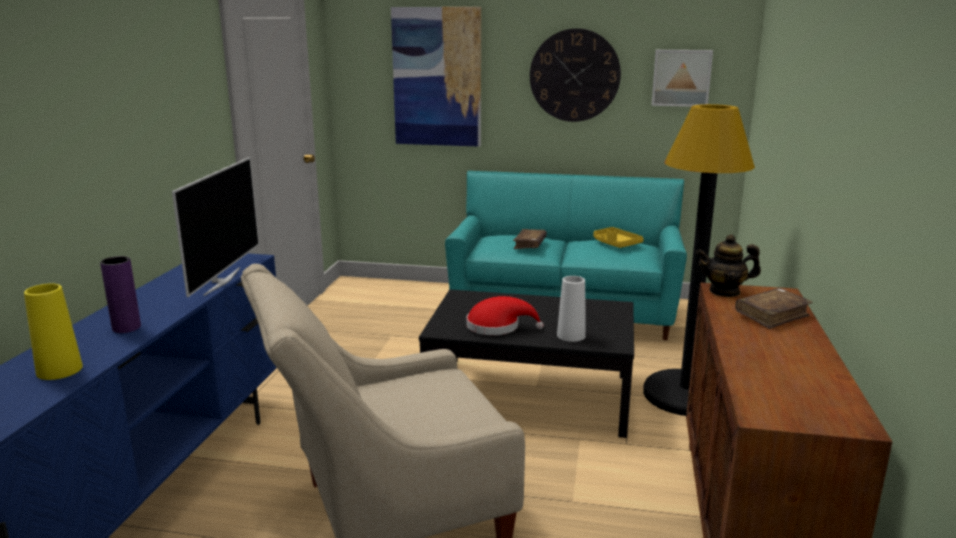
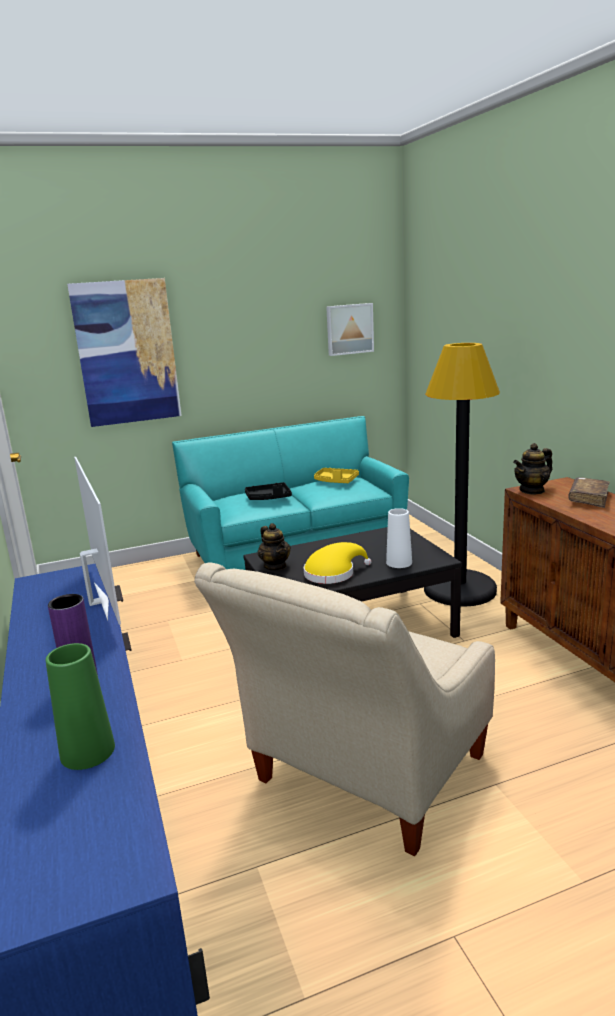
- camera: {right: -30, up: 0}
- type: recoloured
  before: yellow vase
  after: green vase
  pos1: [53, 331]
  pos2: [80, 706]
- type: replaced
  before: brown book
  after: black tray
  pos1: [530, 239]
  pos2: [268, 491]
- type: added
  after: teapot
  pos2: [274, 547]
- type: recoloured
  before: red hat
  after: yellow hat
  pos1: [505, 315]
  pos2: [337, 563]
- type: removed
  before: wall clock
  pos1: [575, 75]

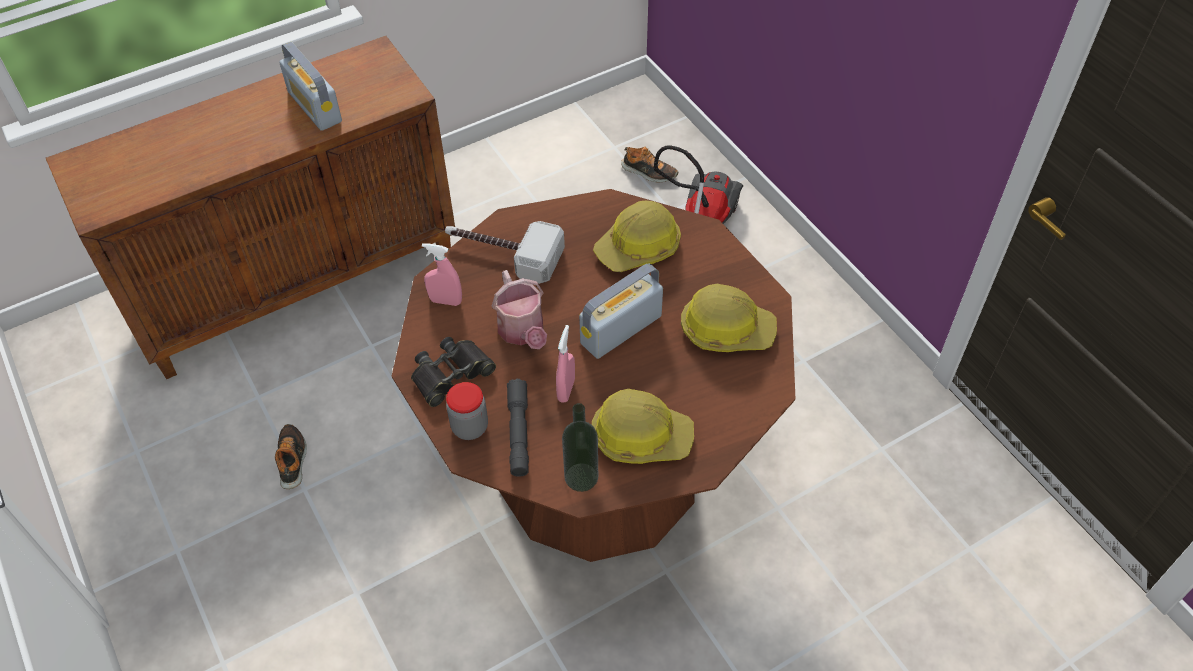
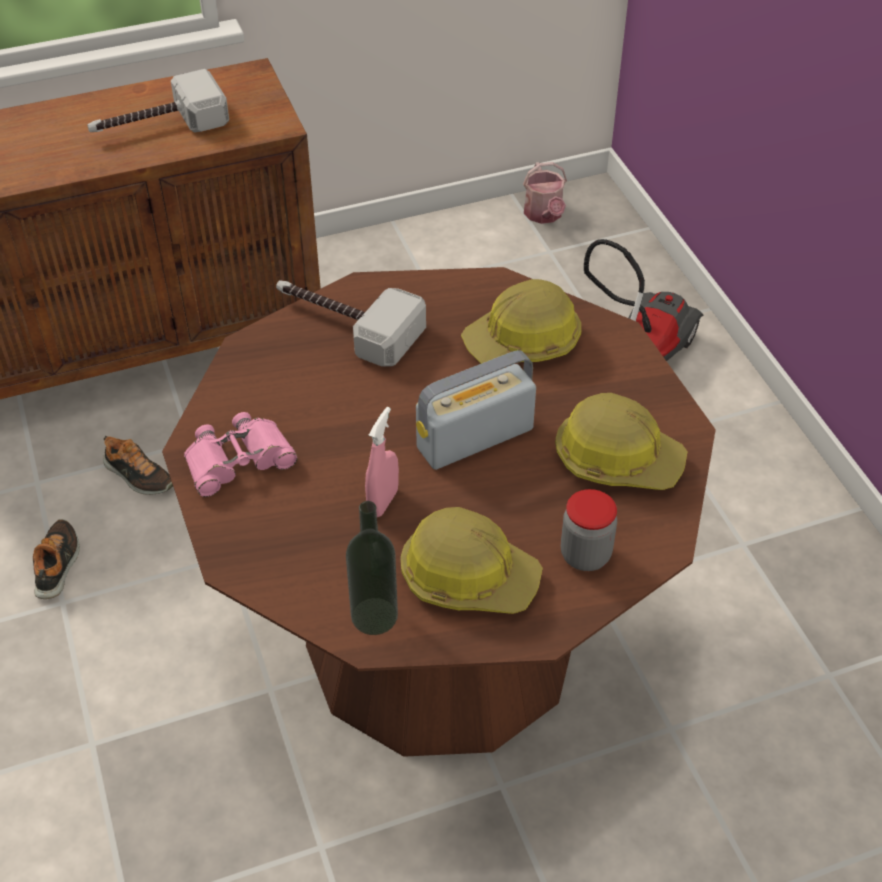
- camera: {right: 10, up: -5}
- type: replaced
  before: radio
  after: hammer
  pos1: [310, 86]
  pos2: [158, 101]
- type: moved
  before: shoe
  pos1: [649, 164]
  pos2: [138, 465]
- type: recoloured
  before: black binoculars
  after: pink binoculars
  pos1: [453, 372]
  pos2: [241, 454]
- type: moved
  before: watering can
  pos1: [519, 309]
  pos2: [545, 193]
- type: moved
  before: jar
  pos1: [467, 411]
  pos2: [589, 530]
- type: removed
  before: pink spray bottle
  pos1: [442, 274]
- type: removed
  before: grey flashlight
  pos1: [518, 428]

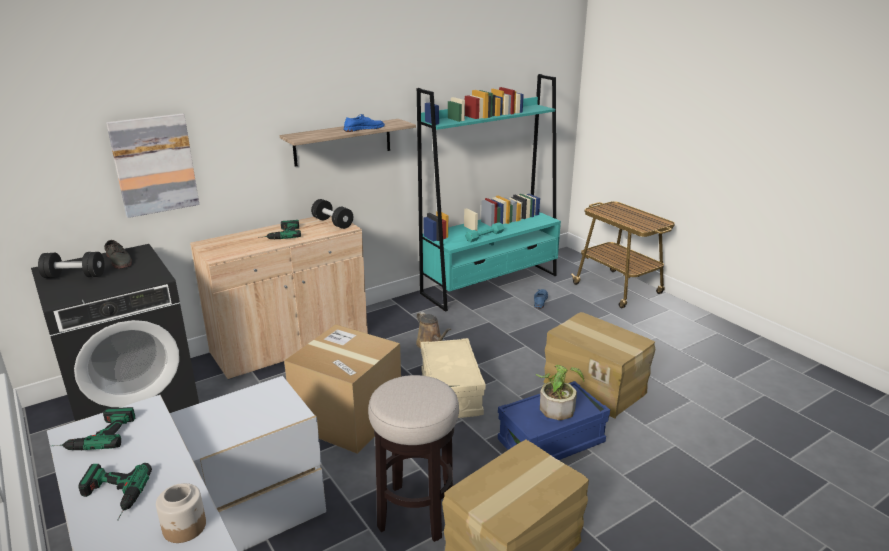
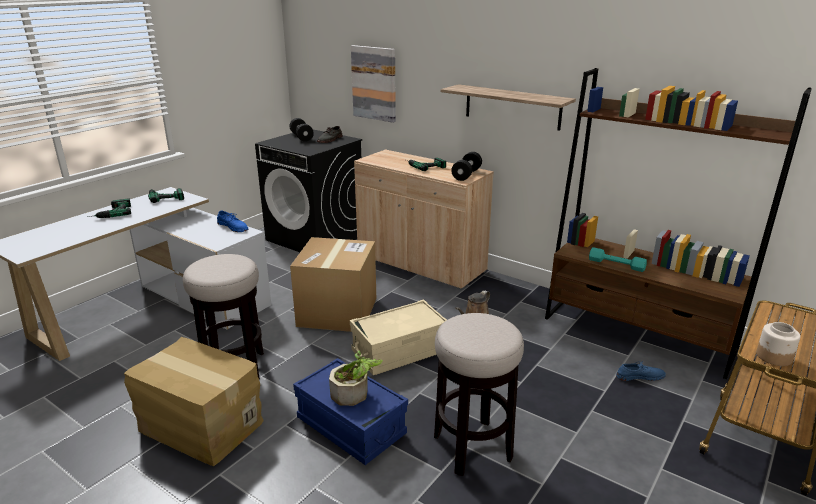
- camera: {right: 70, up: 0}
- type: moved
  before: blue shoe
  pos1: [364, 123]
  pos2: [232, 221]
- type: replaced
  before: cardboard box
  after: stool
  pos1: [599, 365]
  pos2: [479, 394]
- type: recoloured
  before: turquoise bookcase
  after: brown bookcase
  pos1: [489, 193]
  pos2: [678, 223]
- type: moved
  before: jar
  pos1: [181, 513]
  pos2: [778, 344]

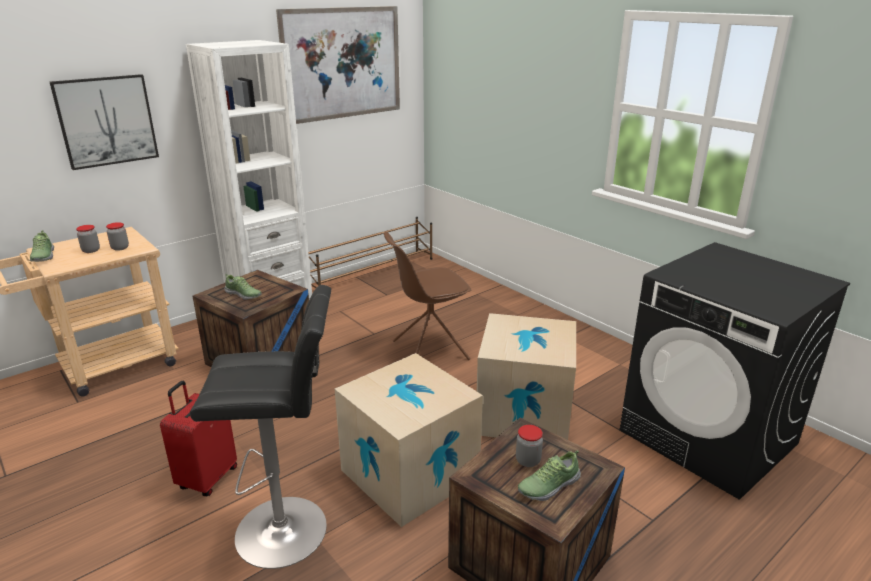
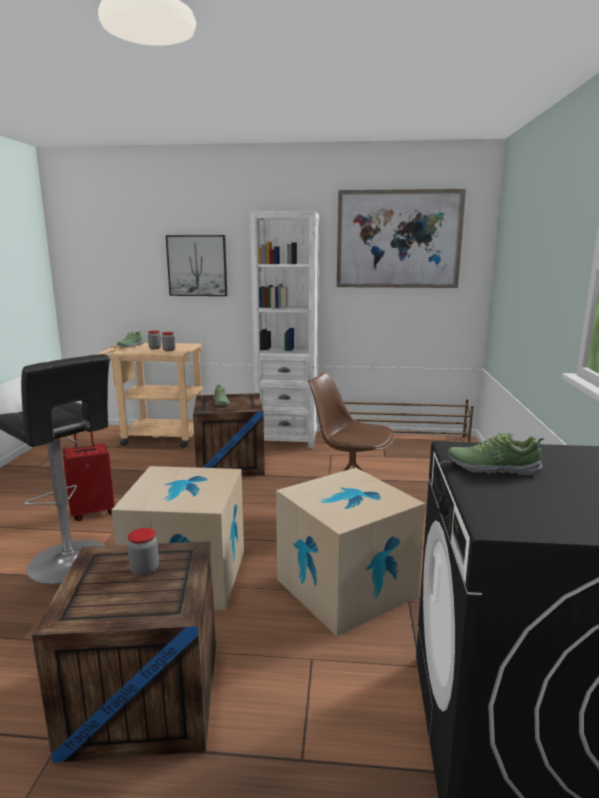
- camera: {right: 45, up: -10}
- type: moved
  before: shoe
  pos1: [549, 475]
  pos2: [496, 454]

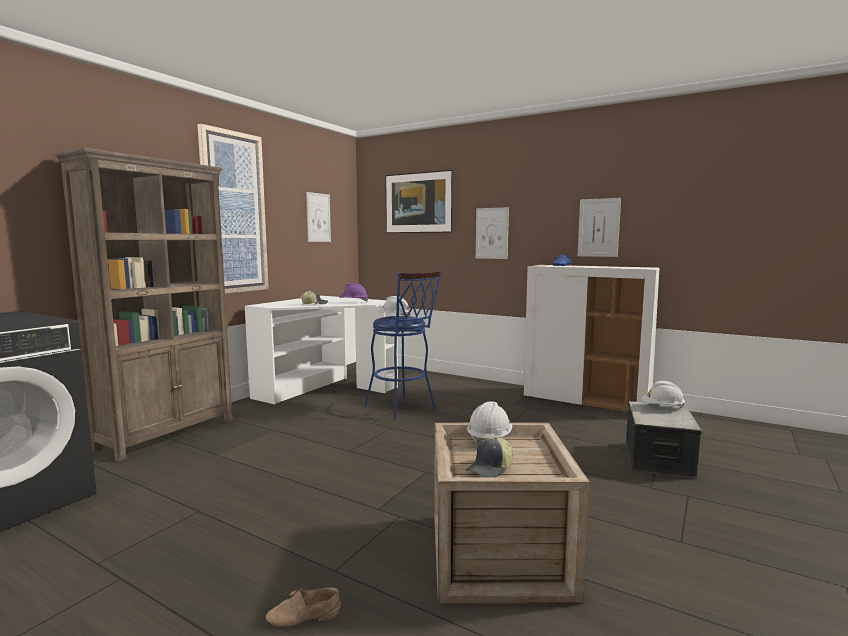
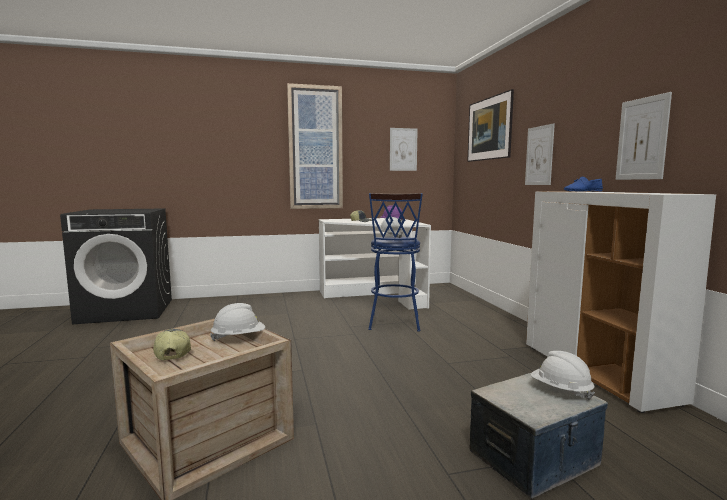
- camera: {right: 45, up: 0}
- type: turned
  before: cap
  pos1: [489, 457]
  pos2: [172, 344]
  turn: 75
- type: removed
  before: brown bookcase
  pos1: [144, 305]
- type: removed
  before: beige shoe
  pos1: [303, 607]

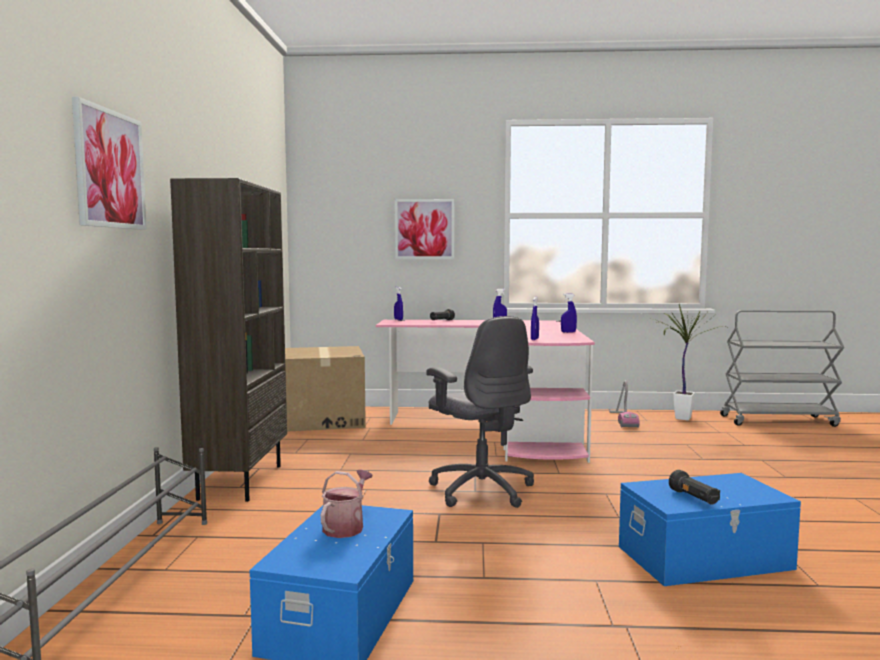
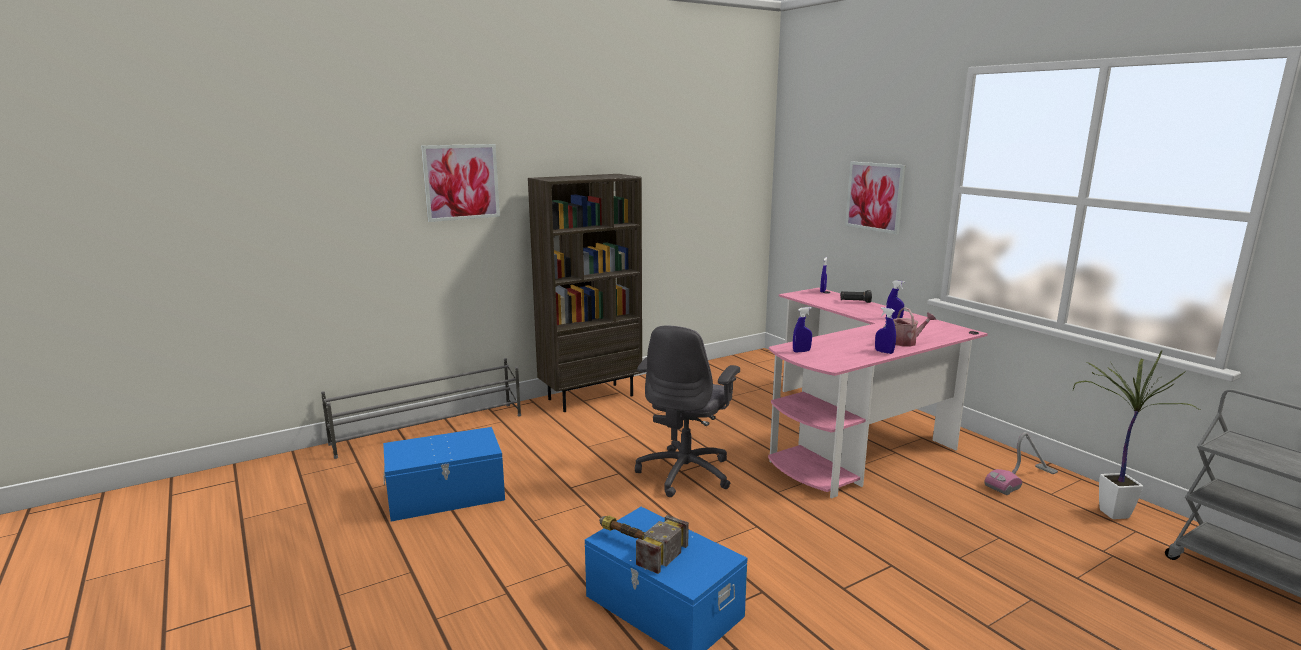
- camera: {right: 55, up: 10}
- type: replaced
  before: black flashlight
  after: hammer
  pos1: [694, 487]
  pos2: [644, 544]
- type: moved
  before: watering can
  pos1: [347, 504]
  pos2: [909, 327]
- type: removed
  before: cardboard box
  pos1: [325, 389]

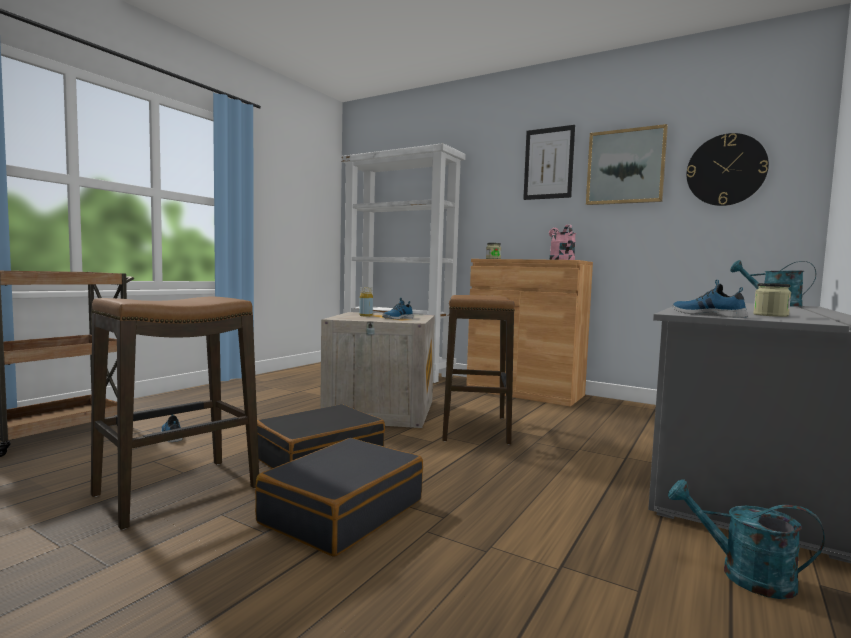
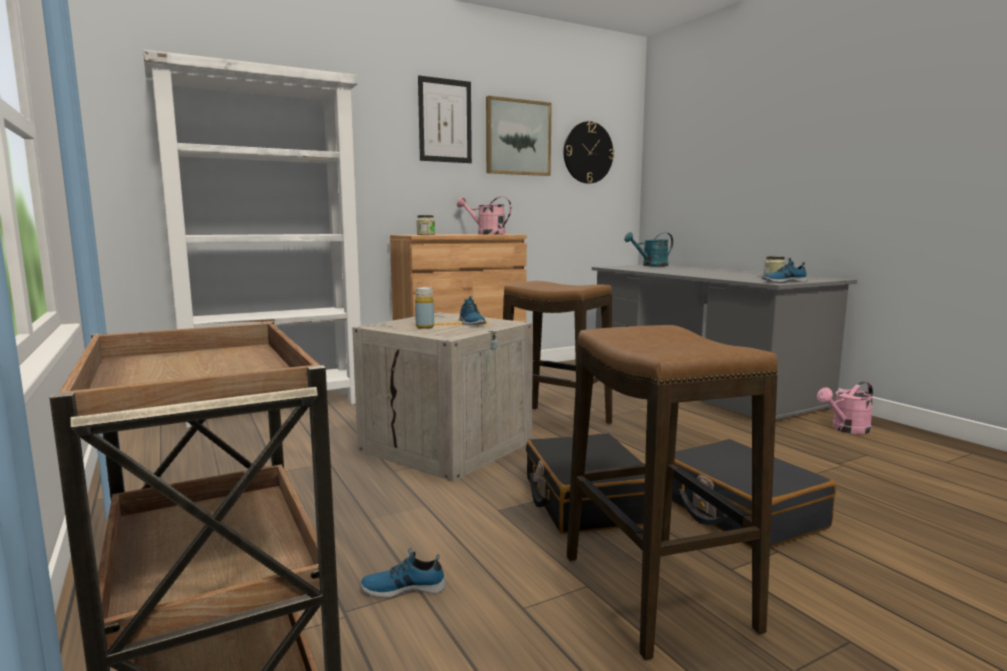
- camera: {right: -60, up: 5}
- type: recoloured
  before: turquoise watering can
  after: pink watering can
  pos1: [746, 539]
  pos2: [845, 408]

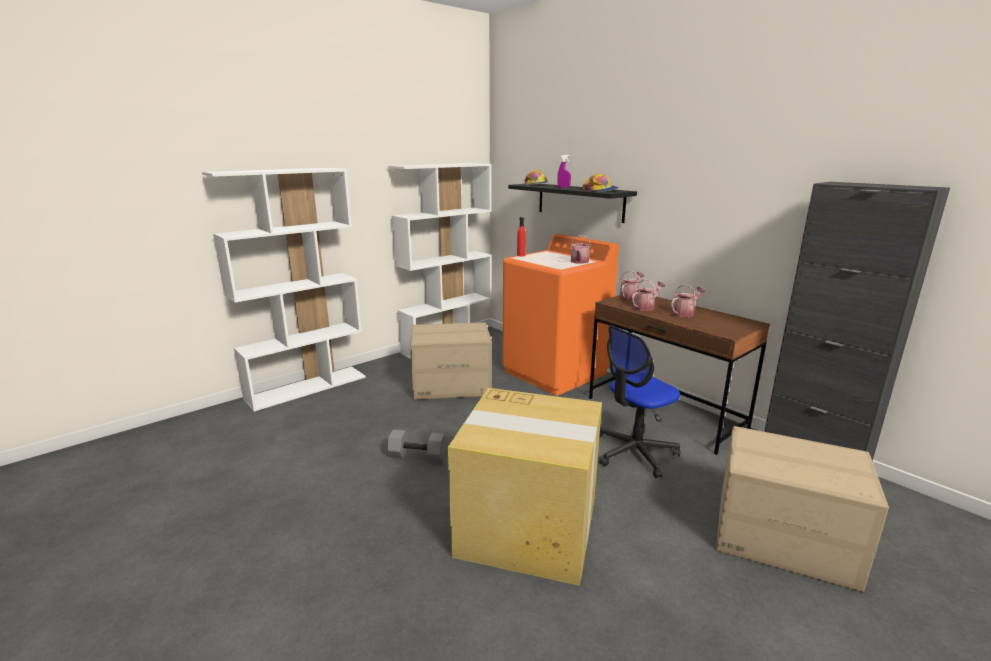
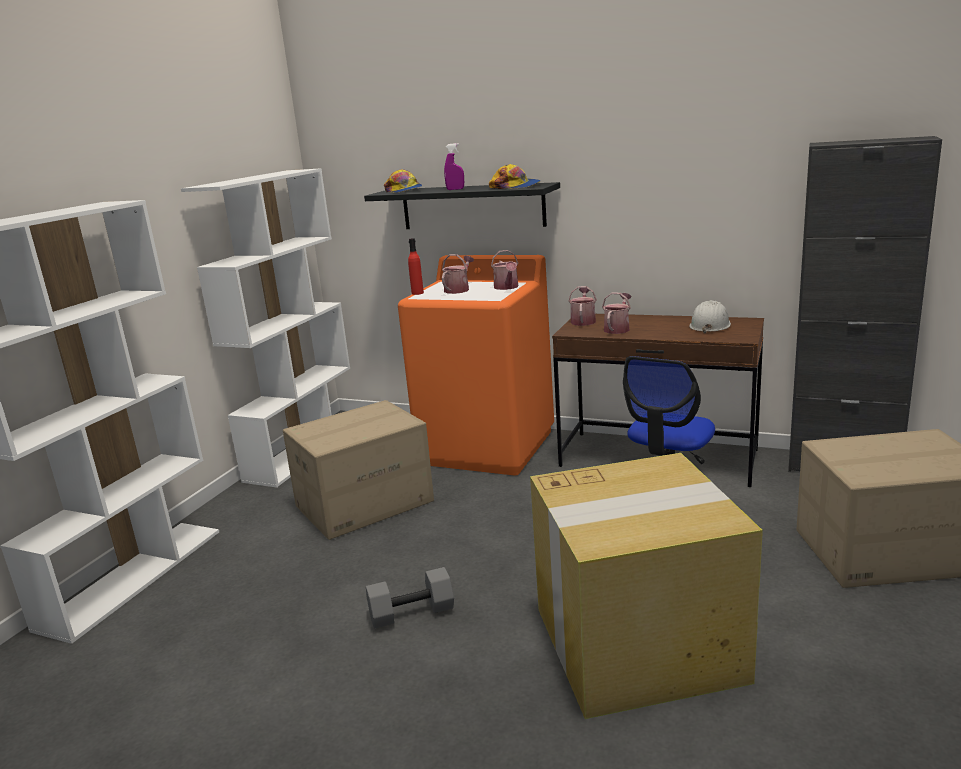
- camera: {right: -25, up: 0}
- type: moved
  before: watering can
  pos1: [688, 300]
  pos2: [458, 274]
- type: added
  after: white hard hat
  pos2: [710, 317]

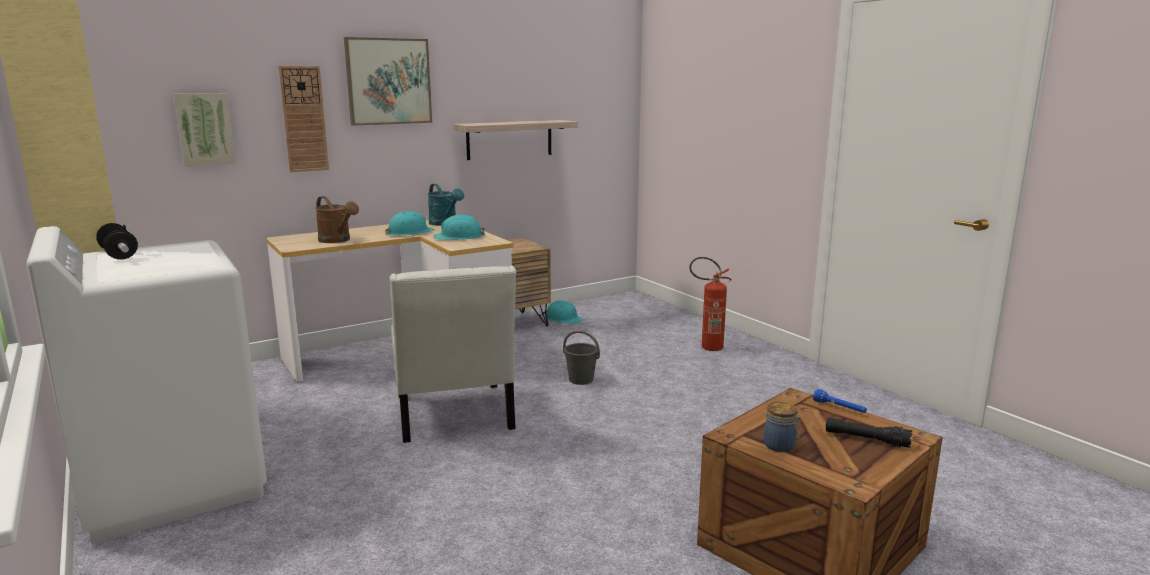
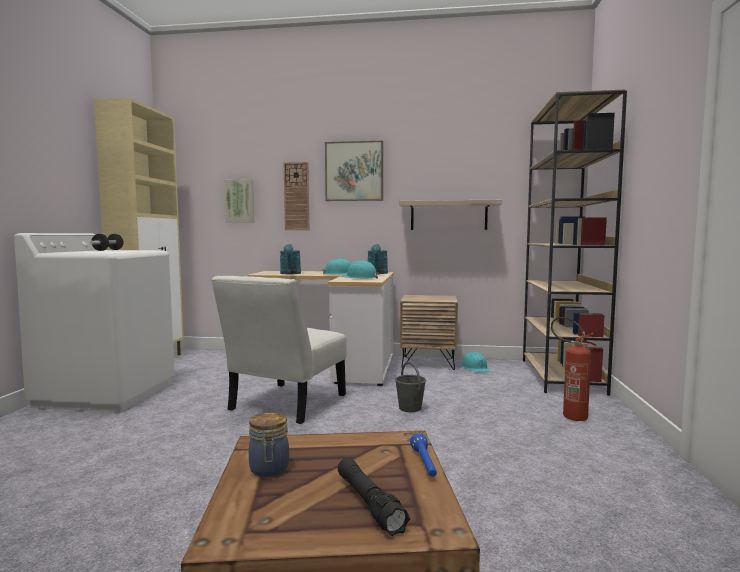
- camera: {right: 40, up: -10}
- type: recoloured
  before: brown watering can
  after: turquoise watering can
  pos1: [337, 219]
  pos2: [290, 259]
- type: added
  after: brown bookcase
  pos2: [575, 242]

